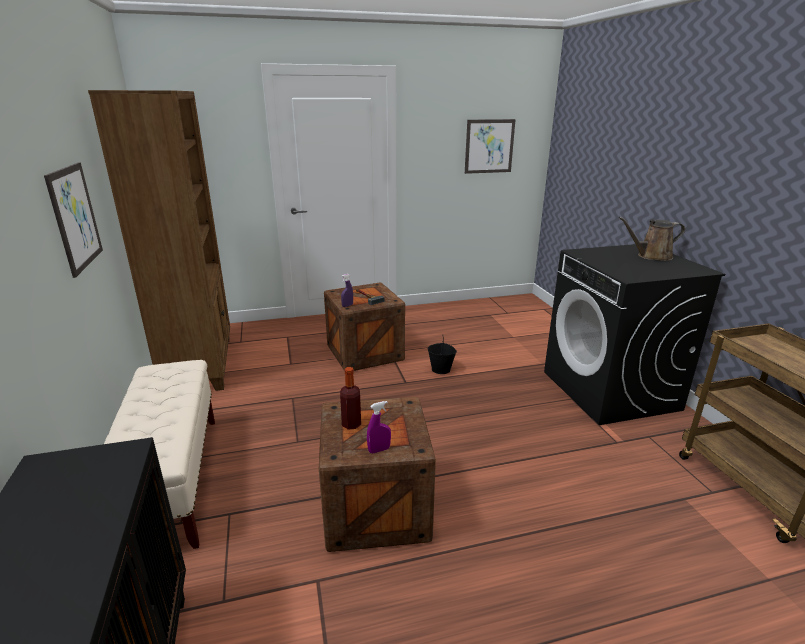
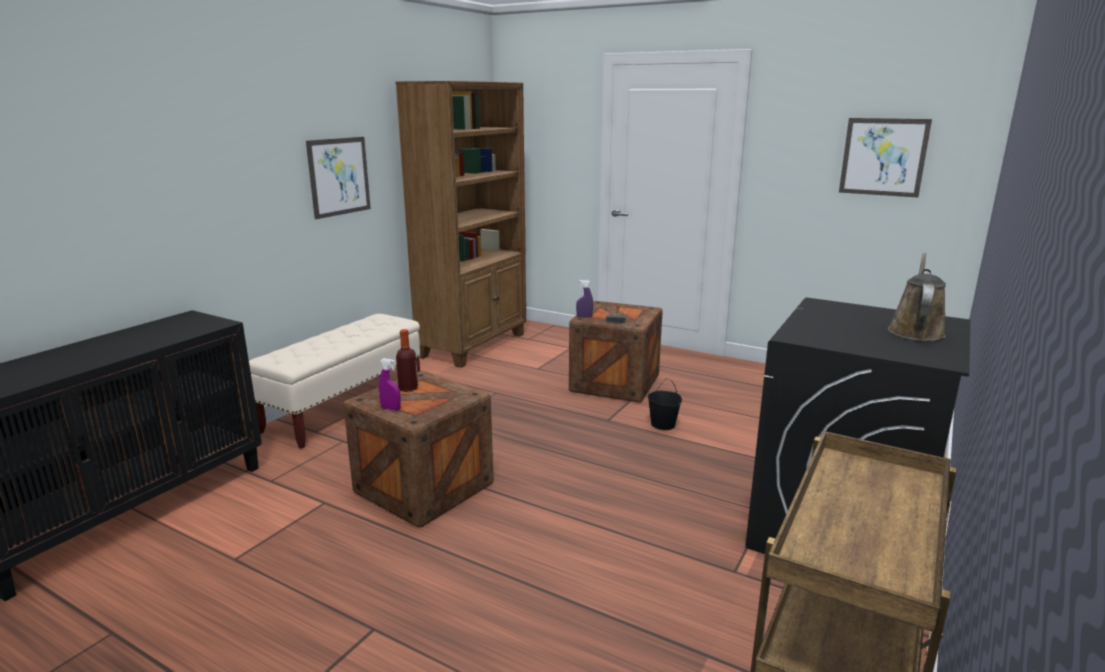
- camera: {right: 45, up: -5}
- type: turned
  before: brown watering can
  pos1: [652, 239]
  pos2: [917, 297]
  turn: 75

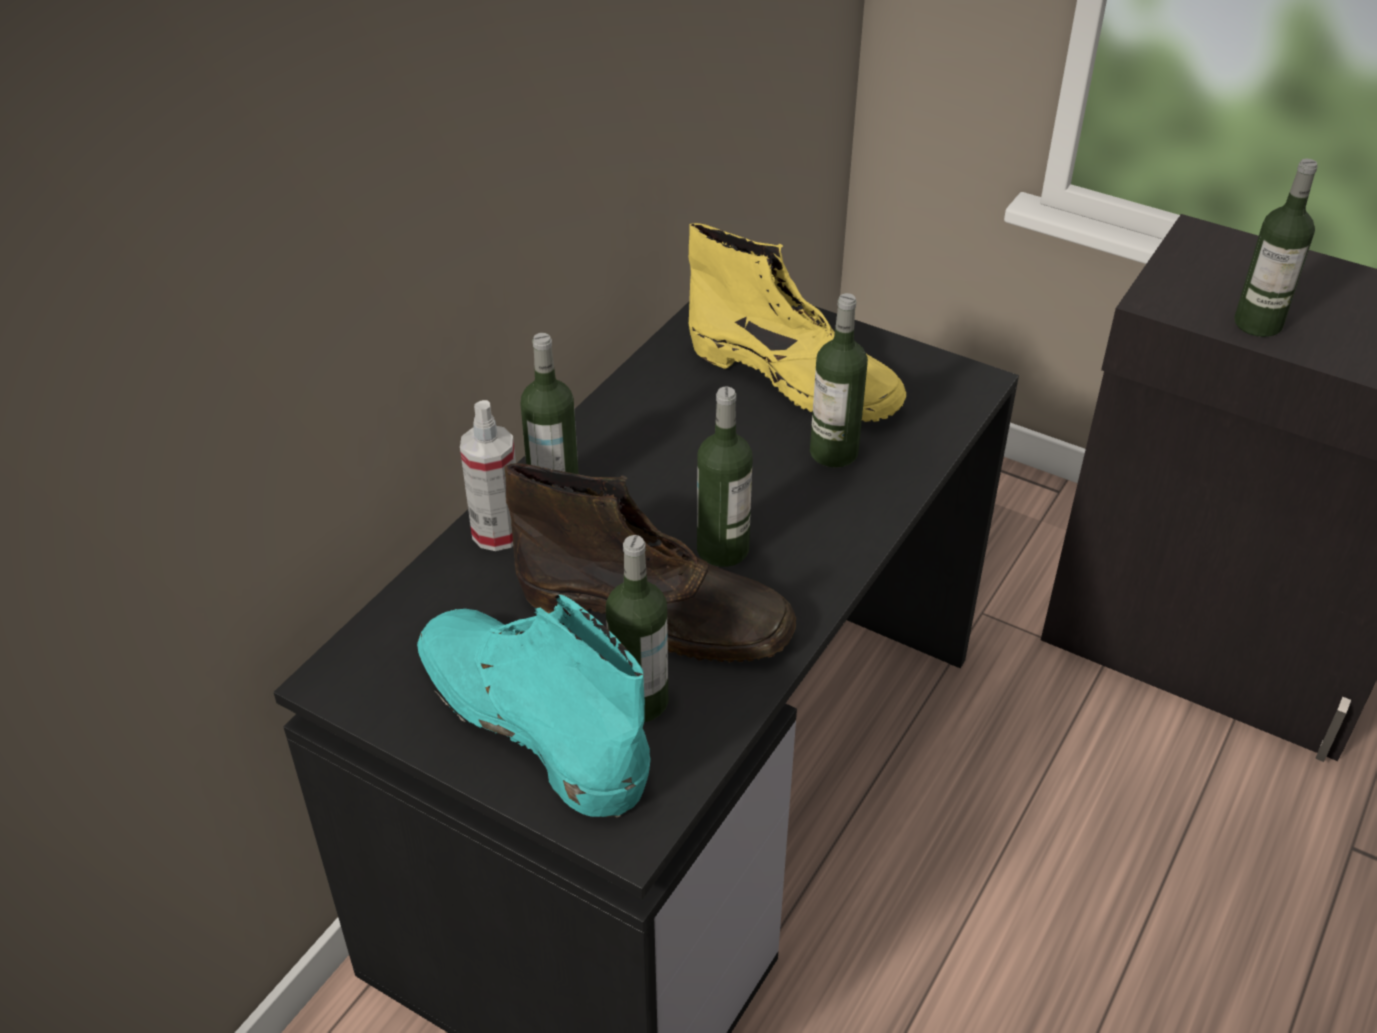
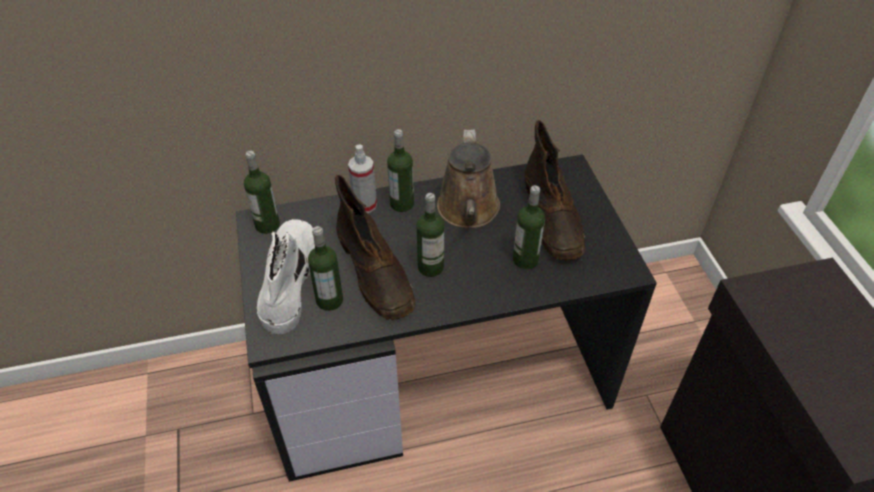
- camera: {right: 45, up: 5}
- type: moved
  before: bottle
  pos1: [1276, 248]
  pos2: [262, 192]
- type: recoloured
  before: turquoise boot
  after: white boot
  pos1: [534, 706]
  pos2: [286, 276]
- type: added
  after: brown watering can
  pos2: [468, 179]
- type: recoloured
  before: yellow boot
  after: brown boot
  pos1: [797, 322]
  pos2: [555, 190]

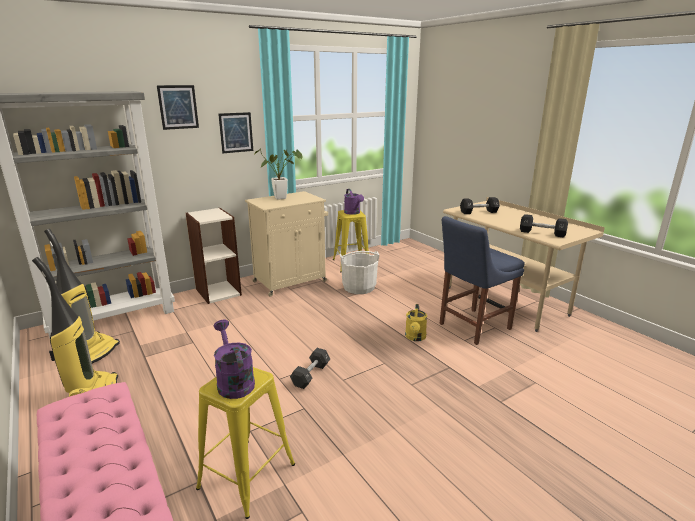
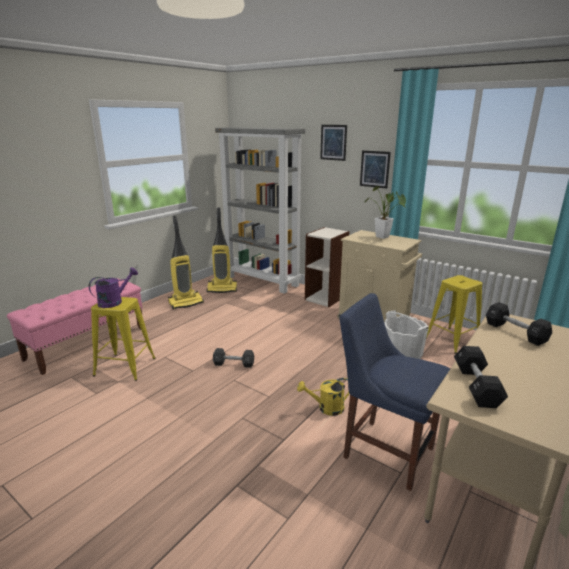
- camera: {right: 70, up: 0}
- type: removed
  before: purple watering can
  pos1: [354, 202]

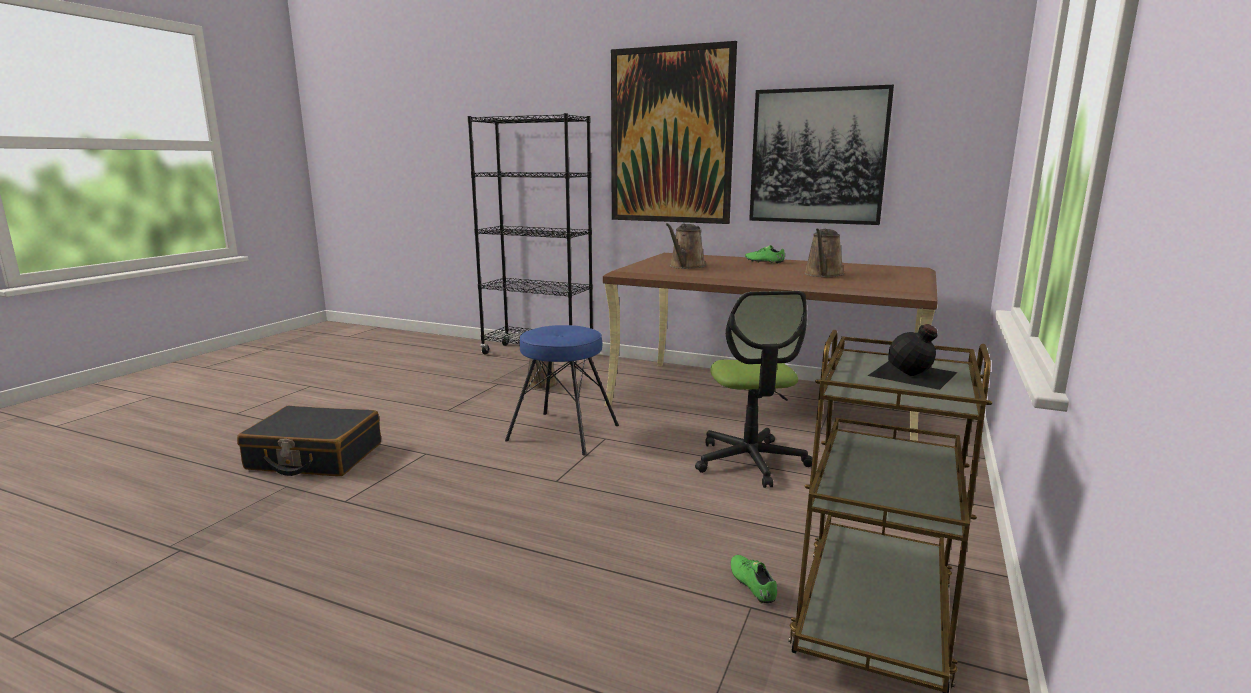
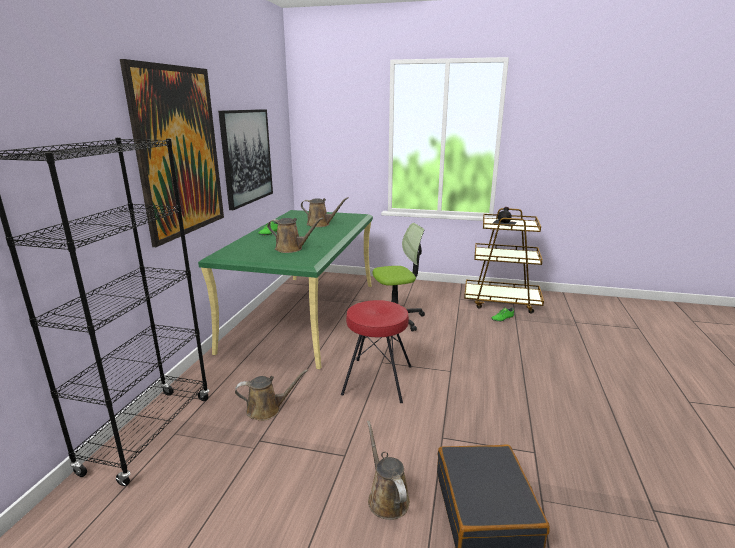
- camera: {right: -100, up: 5}
- type: recoloured
  before: brown desk
  after: green desk
  pos1: [770, 347]
  pos2: [285, 289]
- type: recoloured
  before: blue stool
  after: red stool
  pos1: [562, 390]
  pos2: [376, 351]
- type: added
  after: brown watering can
  pos2: [388, 470]

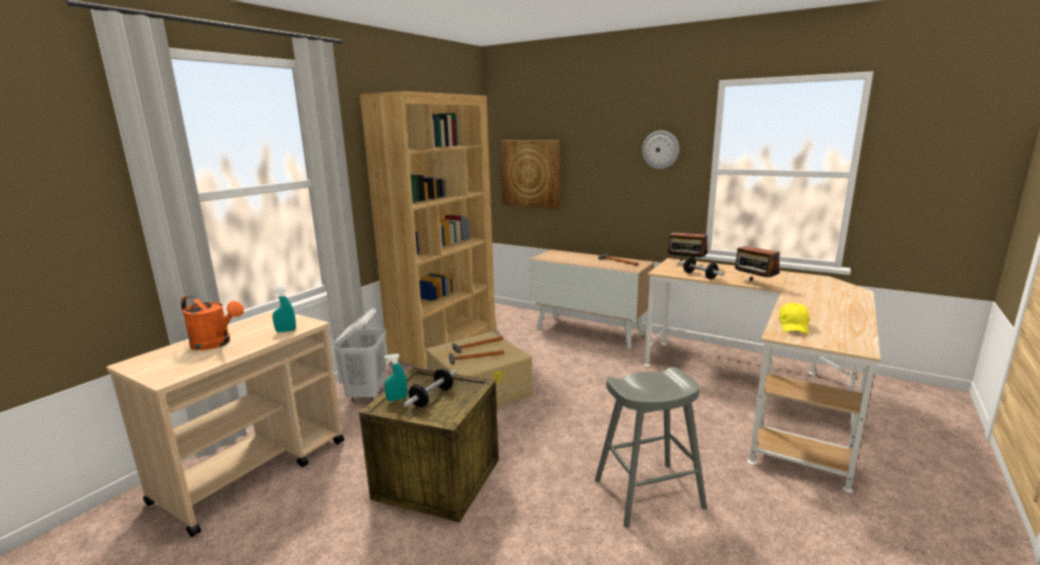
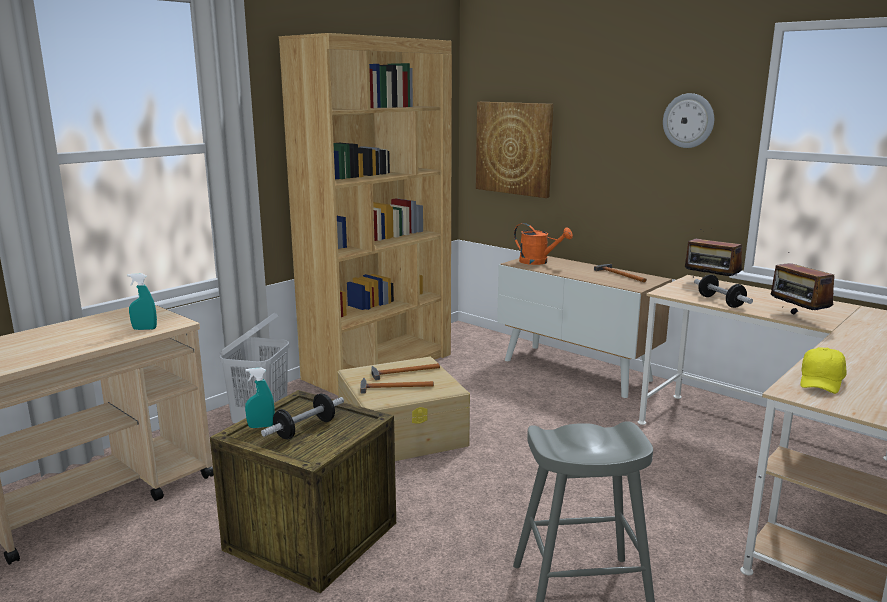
- camera: {right: 10, up: 0}
- type: moved
  before: orange watering can
  pos1: [212, 322]
  pos2: [543, 244]

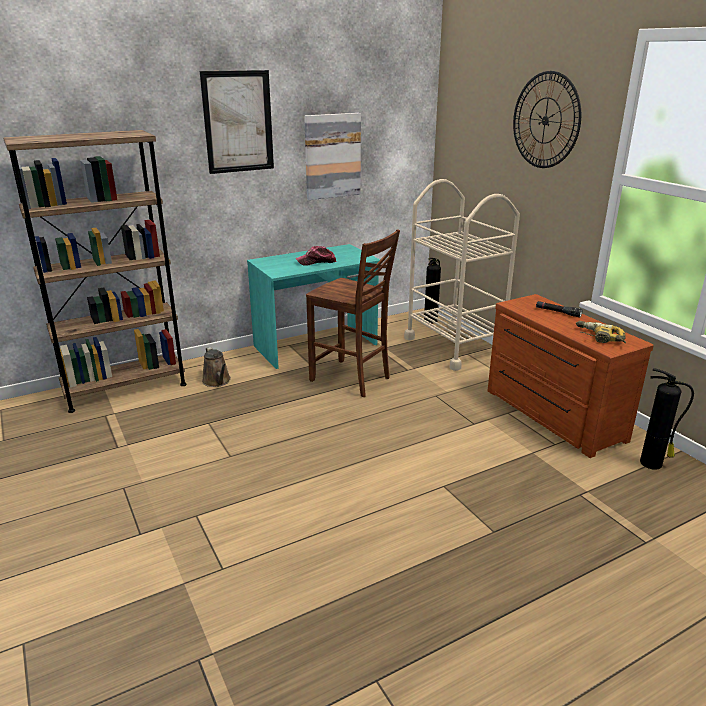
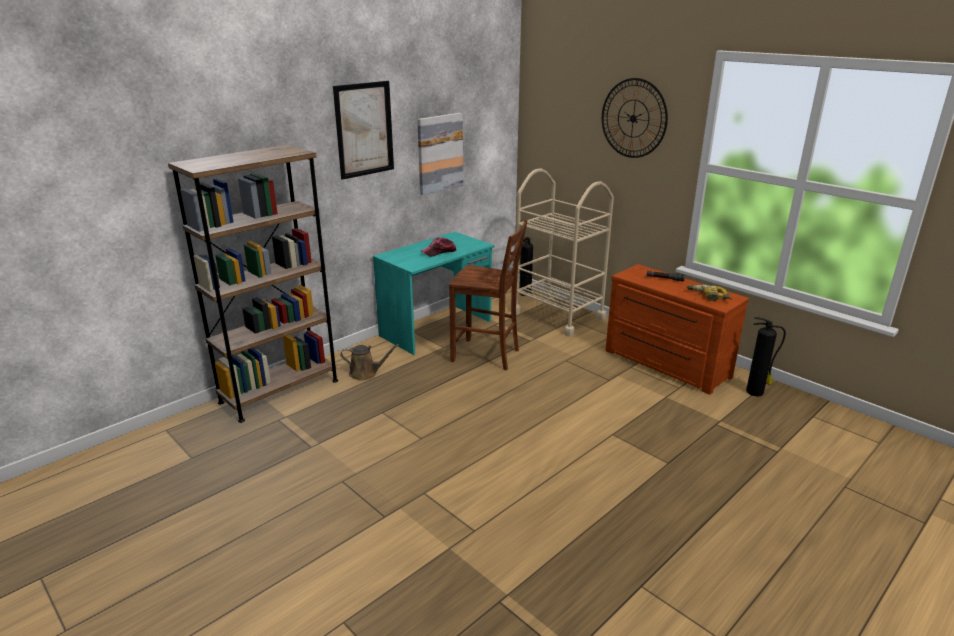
- camera: {right: -15, up: 0}
- type: turned
  before: brown watering can
  pos1: [216, 367]
  pos2: [369, 362]
  turn: -45

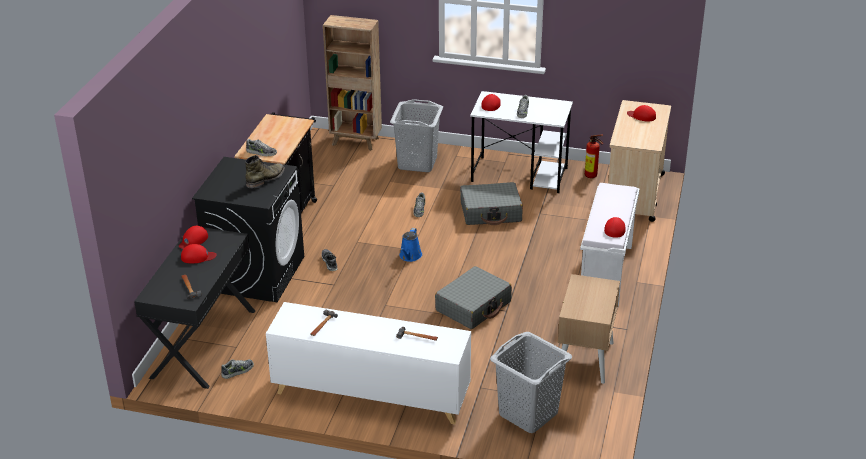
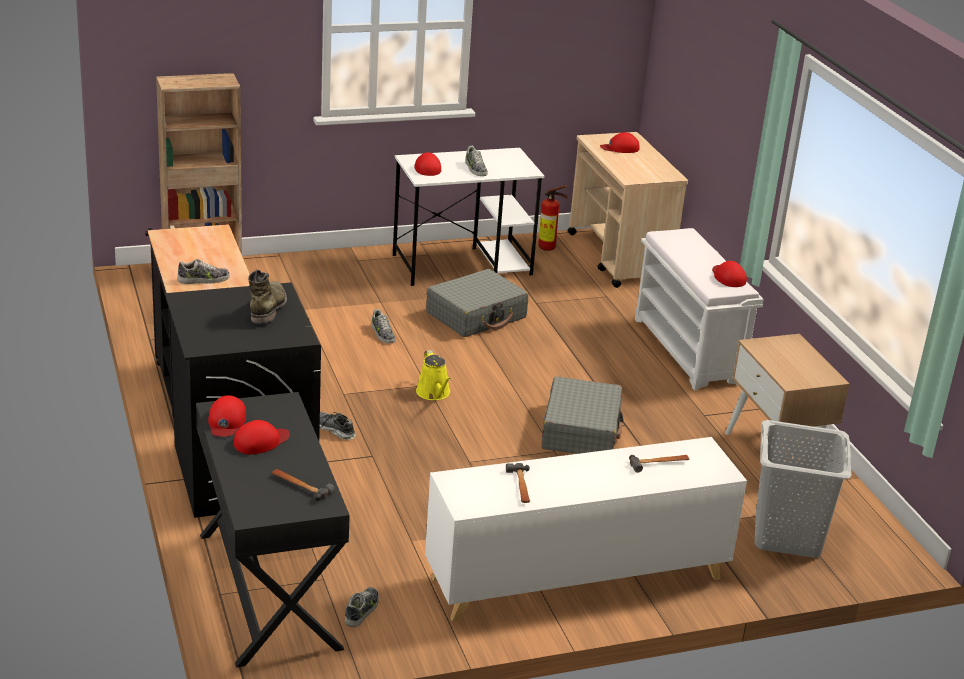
- camera: {right: -35, up: -5}
- type: recoloured
  before: blue watering can
  after: yellow watering can
  pos1: [410, 245]
  pos2: [433, 375]
- type: removed
  before: grey laundry basket
  pos1: [416, 135]

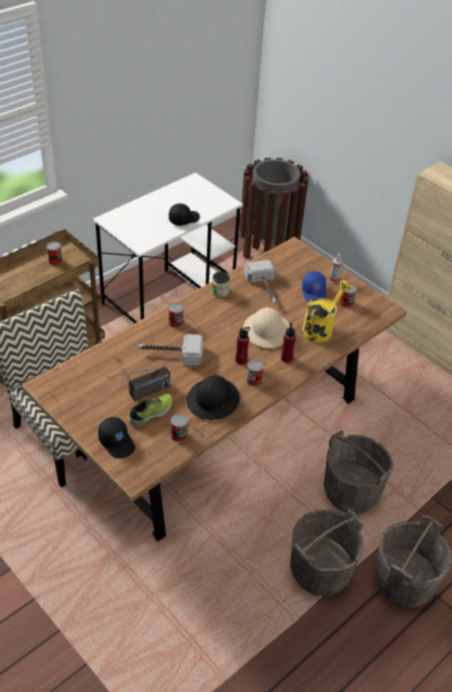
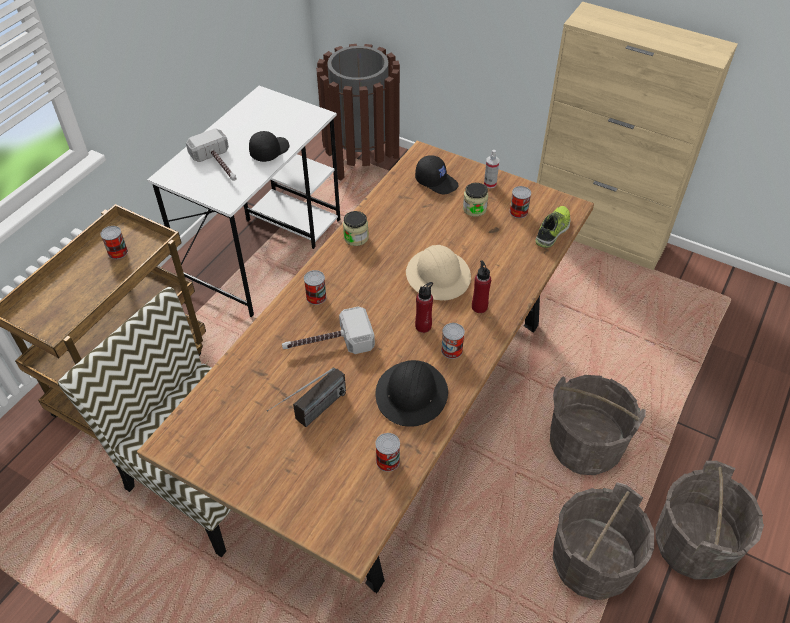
- camera: {right: -15, up: 5}
- type: moved
  before: hammer
  pos1: [260, 282]
  pos2: [211, 154]
- type: moved
  before: black cap
  pos1: [116, 437]
  pos2: [437, 175]
- type: replaced
  before: blue cap
  after: jar
  pos1: [314, 286]
  pos2: [475, 200]
- type: moved
  before: shoe
  pos1: [150, 410]
  pos2: [553, 227]
- type: removed
  before: yellow watering can
  pos1: [326, 311]

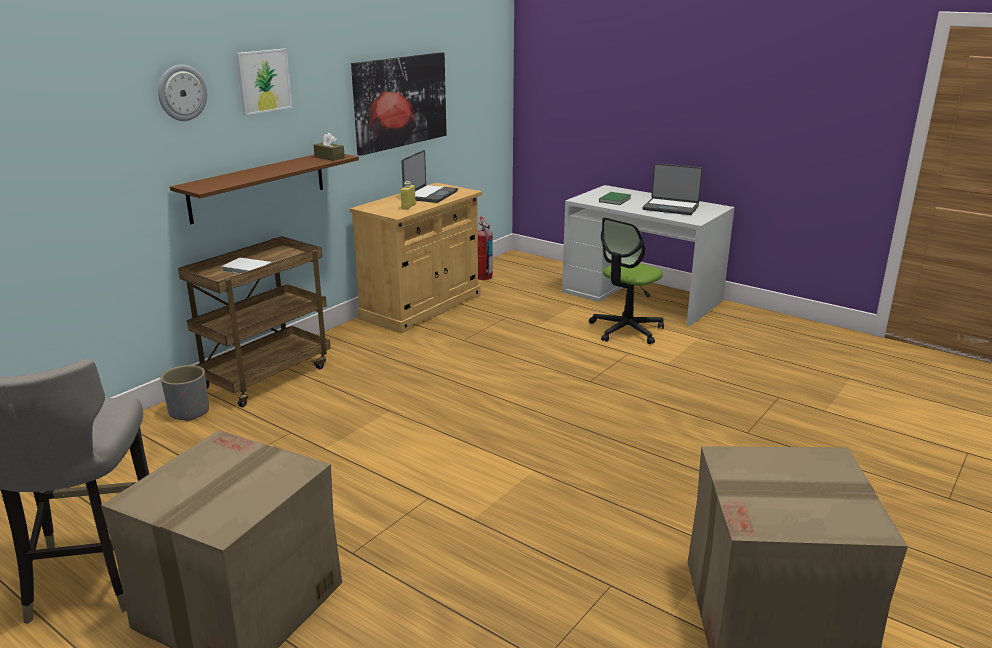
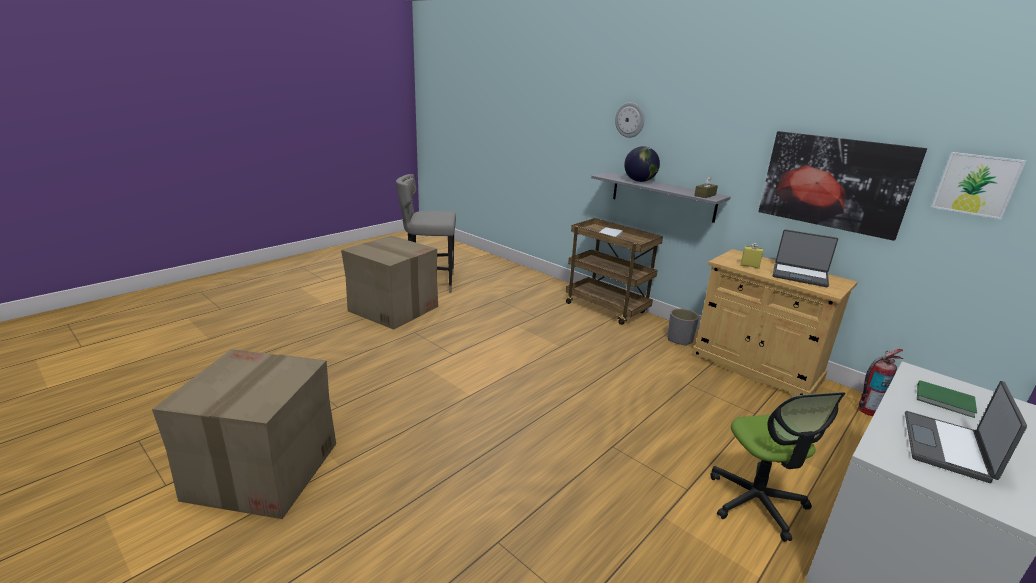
- camera: {right: 95, up: 0}
- type: recoloured
  before: brown shelf
  after: grey shelf
  pos1: [264, 189]
  pos2: [661, 197]
- type: added
  after: globe
  pos2: [642, 164]
- type: moved
  before: grey planter
  pos1: [185, 393]
  pos2: [683, 327]
- type: turned
  before: office chair
  pos1: [626, 280]
  pos2: [777, 467]
  turn: -150
- type: moved
  before: picture
  pos1: [264, 82]
  pos2: [979, 185]

